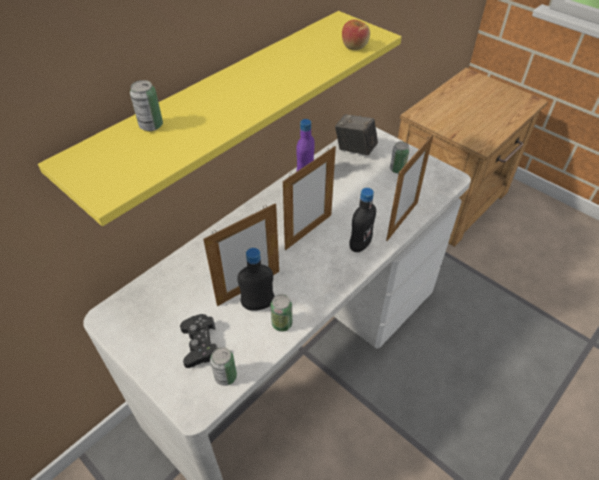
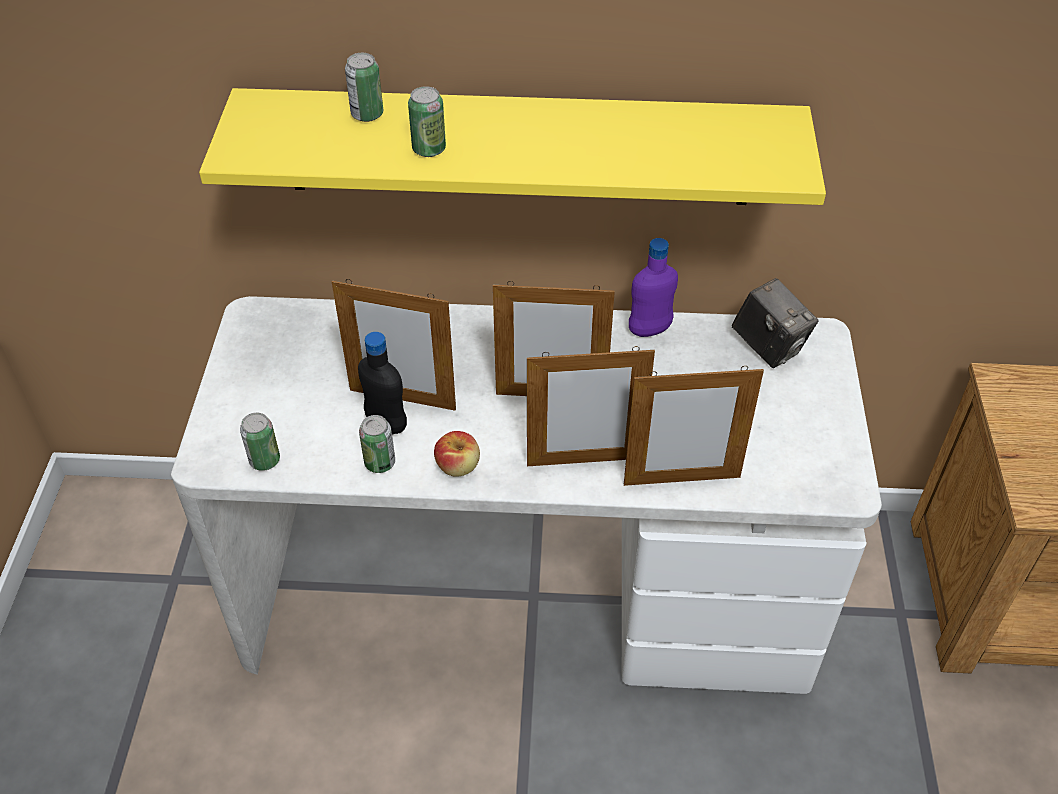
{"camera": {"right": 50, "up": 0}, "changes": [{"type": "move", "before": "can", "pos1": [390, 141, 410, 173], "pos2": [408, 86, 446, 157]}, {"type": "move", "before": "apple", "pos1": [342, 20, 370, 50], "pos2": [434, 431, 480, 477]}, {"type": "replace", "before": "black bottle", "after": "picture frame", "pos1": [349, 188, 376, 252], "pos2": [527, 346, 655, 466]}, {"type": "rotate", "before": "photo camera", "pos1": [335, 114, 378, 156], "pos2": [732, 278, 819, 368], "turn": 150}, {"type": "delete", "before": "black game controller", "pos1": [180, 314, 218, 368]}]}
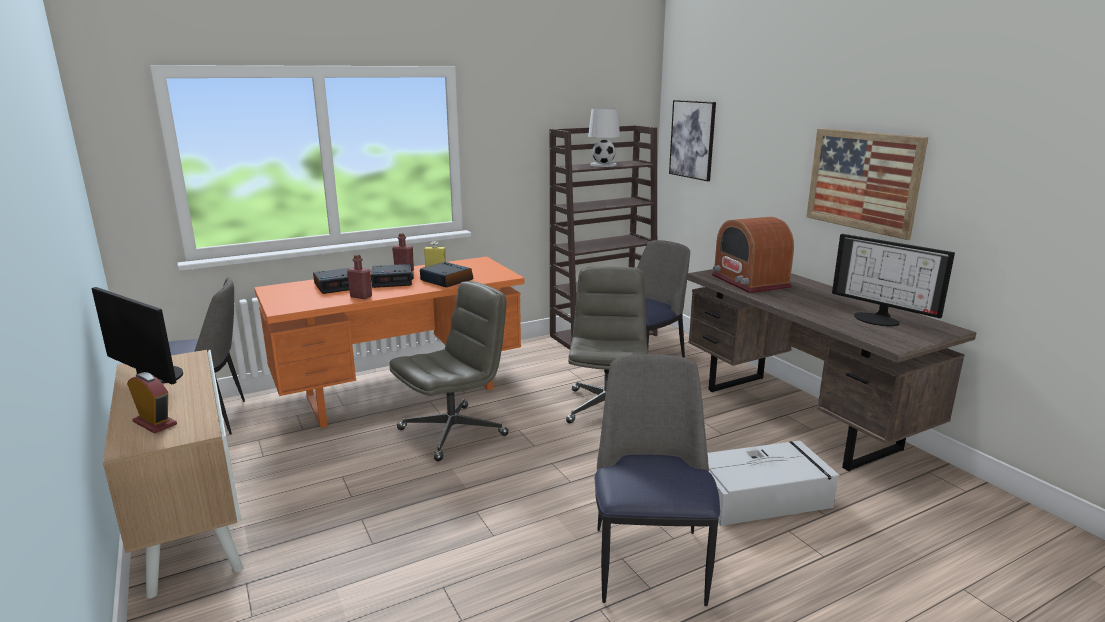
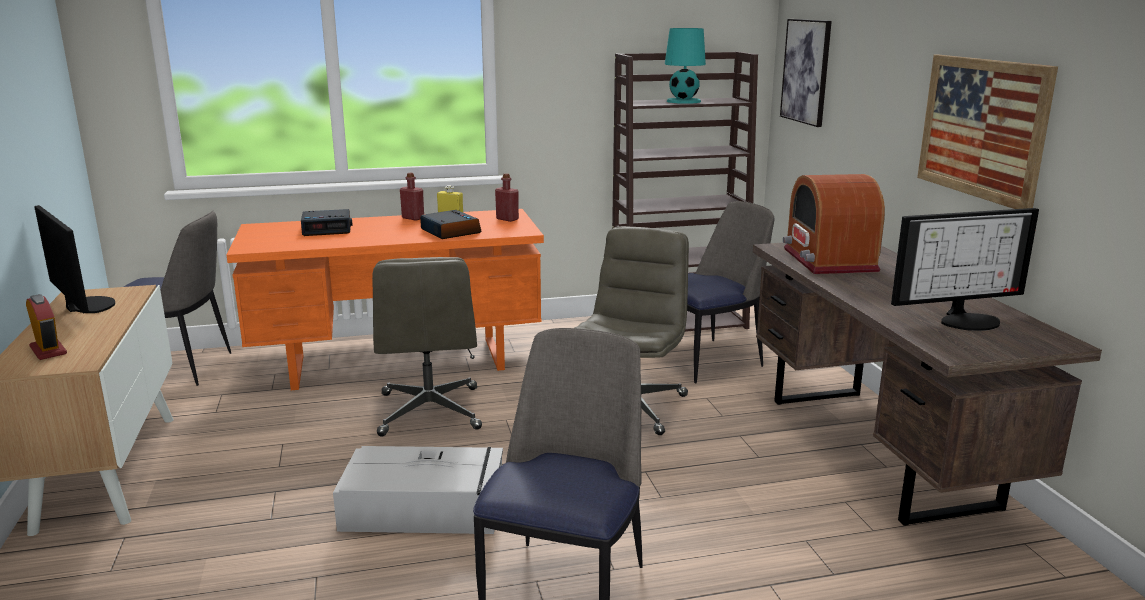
{"camera": {"right": 15, "up": 0}, "changes": [{"type": "move", "before": "grey storage box", "pos1": [707, 441, 840, 526], "pos2": [333, 446, 503, 534]}, {"type": "rotate", "before": "grey office chair", "pos1": [389, 281, 509, 461], "pos2": [372, 257, 482, 436], "turn": 105}, {"type": "move", "before": "red bottle", "pos1": [347, 254, 372, 299], "pos2": [495, 173, 519, 222]}, {"type": "recolor", "before": "white table lamp", "after": "turquoise table lamp", "pos1": [588, 108, 620, 167], "pos2": [665, 28, 706, 104]}, {"type": "rotate", "before": "monitor", "pos1": [832, 234, 955, 326], "pos2": [891, 208, 1039, 331], "turn": -75}, {"type": "delete", "before": "alarm clock", "pos1": [371, 264, 414, 288]}]}
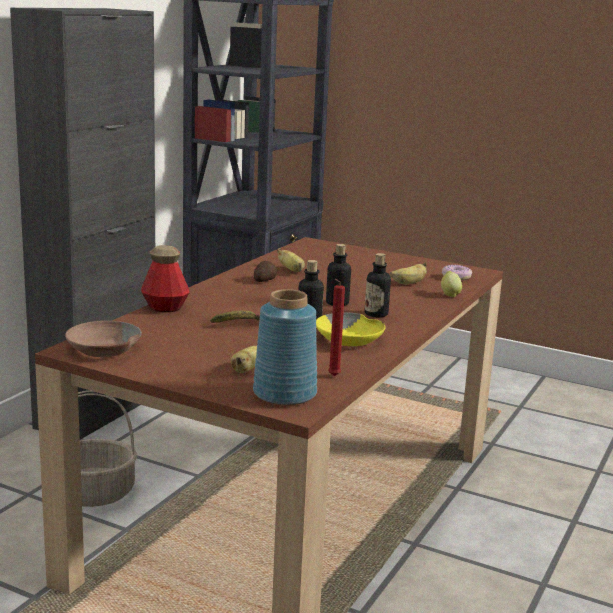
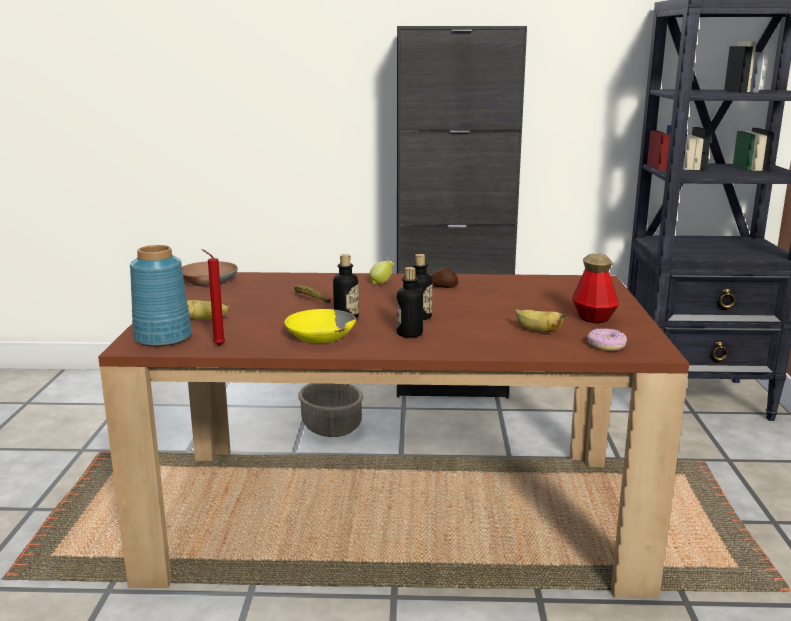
{"camera": {"right": 65, "up": 0}, "changes": [{"type": "move", "before": "lemon", "pos1": [441, 271, 462, 297], "pos2": [369, 261, 394, 284]}, {"type": "move", "before": "bottle", "pos1": [141, 245, 190, 312], "pos2": [572, 253, 619, 323]}, {"type": "delete", "before": "banana", "pos1": [277, 248, 305, 272]}]}
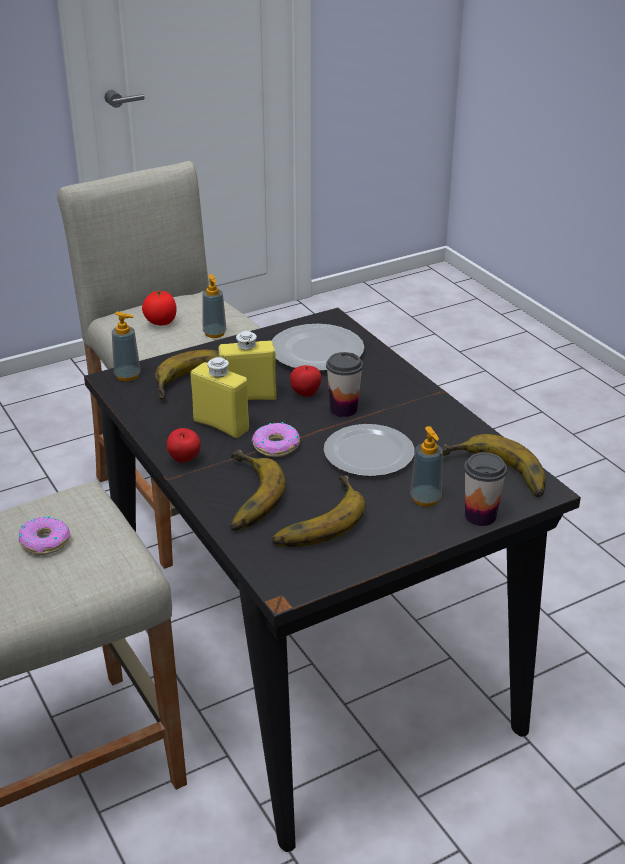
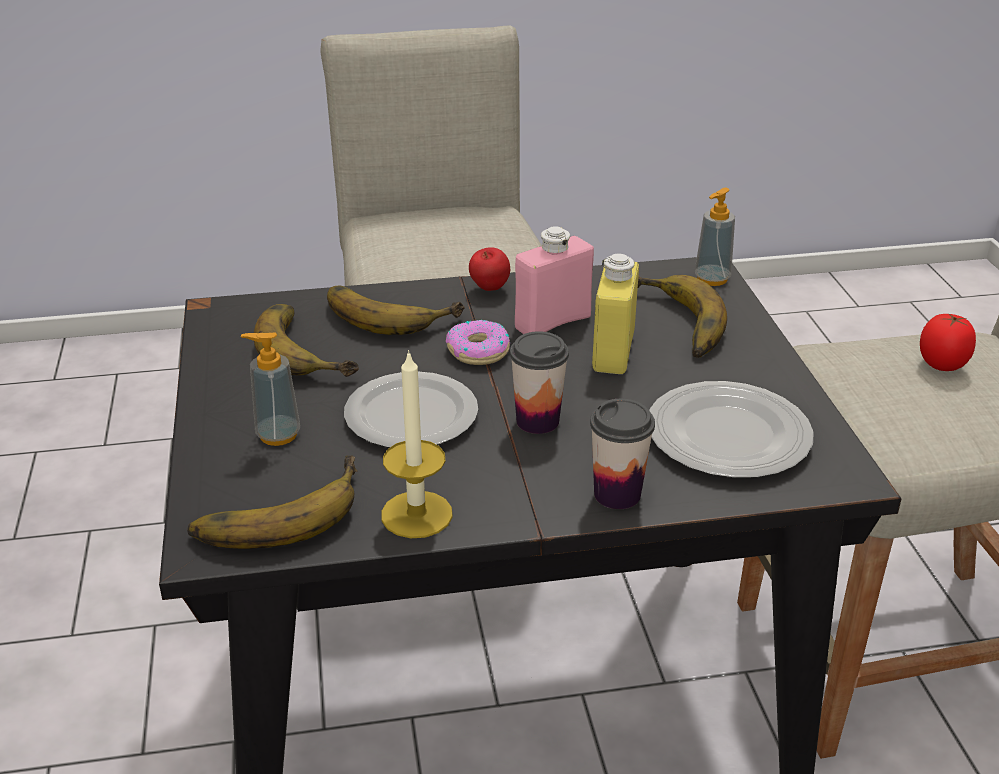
{"camera": {"right": 110, "up": 0}, "changes": [{"type": "insert", "after": "candle", "pos2": [381, 350, 453, 538]}, {"type": "recolor", "before": "yellow bottle", "after": "pink bottle", "pos1": [191, 357, 249, 438], "pos2": [515, 226, 594, 334]}, {"type": "move", "before": "cup", "pos1": [464, 452, 507, 526], "pos2": [590, 399, 655, 509]}, {"type": "delete", "before": "donut", "pos1": [19, 516, 70, 555]}, {"type": "delete", "before": "soap dispenser", "pos1": [202, 274, 227, 338]}, {"type": "delete", "before": "apple", "pos1": [290, 365, 321, 397]}]}
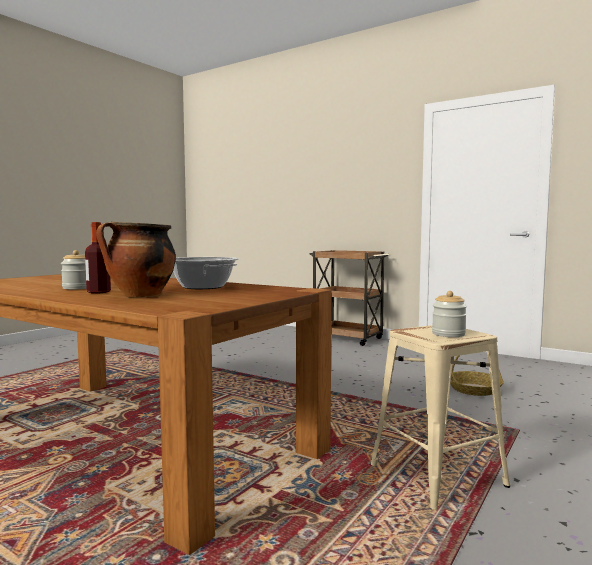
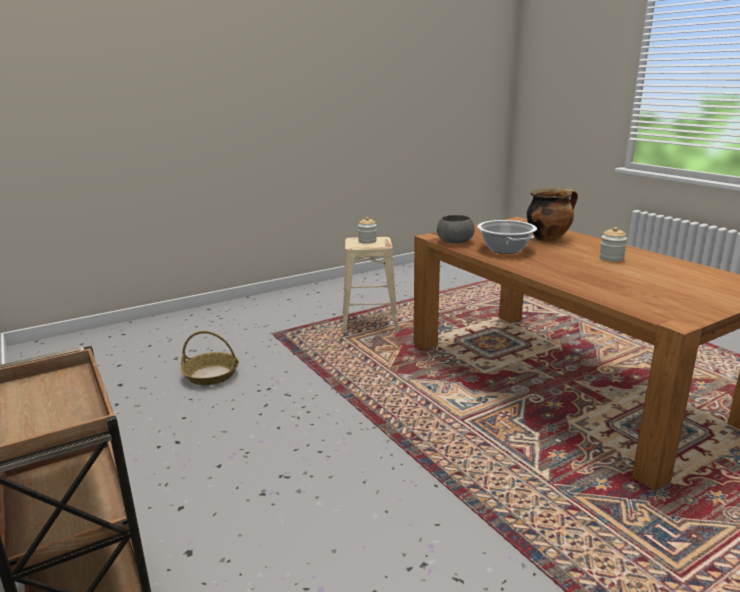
{"camera": {"right": -155, "up": 15}, "changes": [{"type": "insert", "after": "grey bowl", "pos2": [437, 215, 475, 244]}, {"type": "delete", "before": "bottle", "pos1": [85, 222, 111, 294]}]}
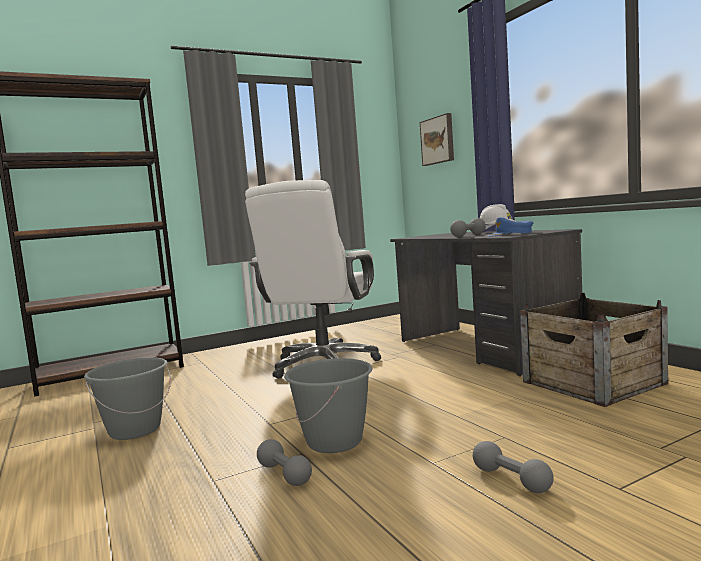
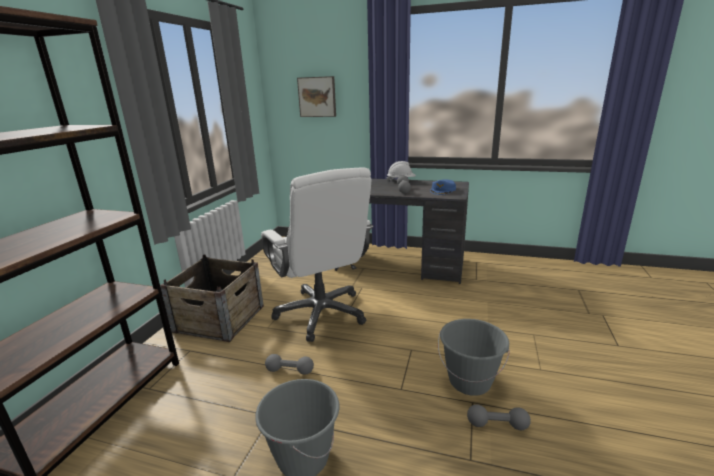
{"camera": {"right": -45, "up": 15}, "changes": [{"type": "move", "before": "crate", "pos1": [520, 293, 668, 407], "pos2": [160, 255, 264, 342]}, {"type": "move", "before": "grey dumbbell", "pos1": [473, 441, 554, 493], "pos2": [265, 354, 314, 375]}]}
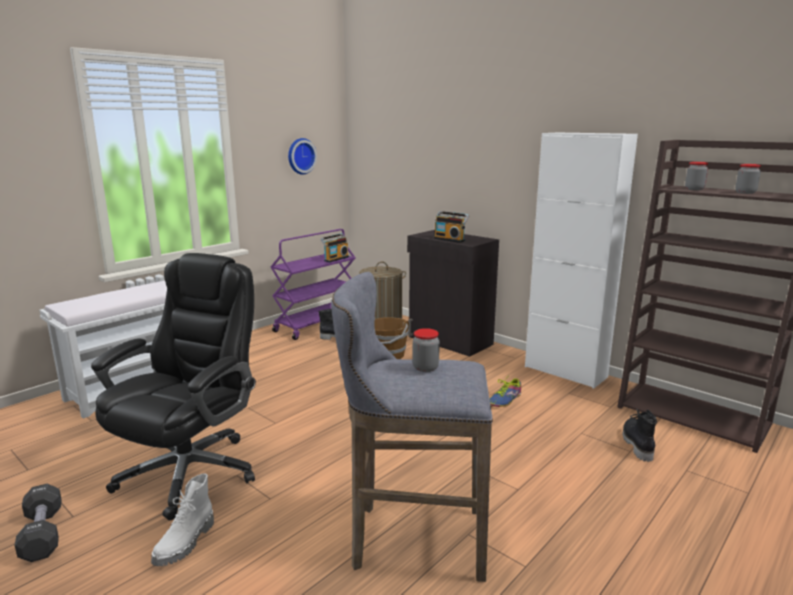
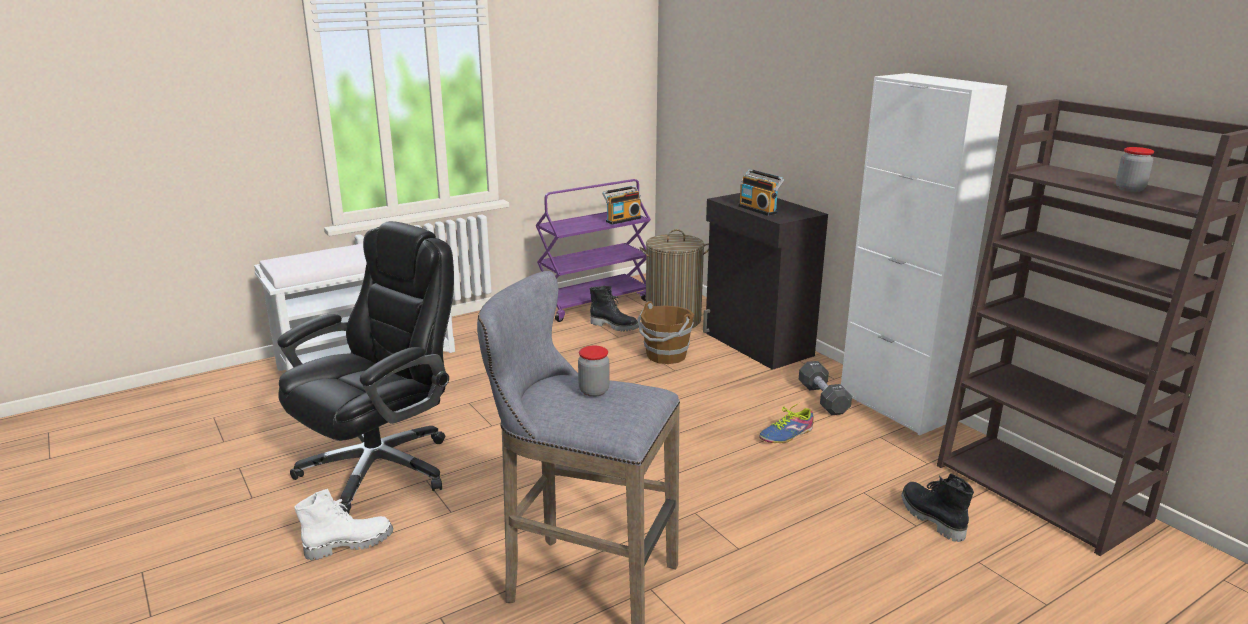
{"camera": {"right": 15, "up": 5}, "changes": [{"type": "rotate", "before": "white boot", "pos1": [151, 473, 214, 566], "pos2": [295, 489, 393, 560], "turn": -150}, {"type": "move", "before": "black dumbbell", "pos1": [15, 484, 62, 562], "pos2": [799, 361, 852, 415]}, {"type": "rotate", "before": "black boot", "pos1": [623, 409, 657, 462], "pos2": [901, 473, 974, 542], "turn": -45}, {"type": "delete", "before": "wall clock", "pos1": [288, 138, 317, 175]}, {"type": "delete", "before": "jar", "pos1": [685, 162, 708, 190]}]}
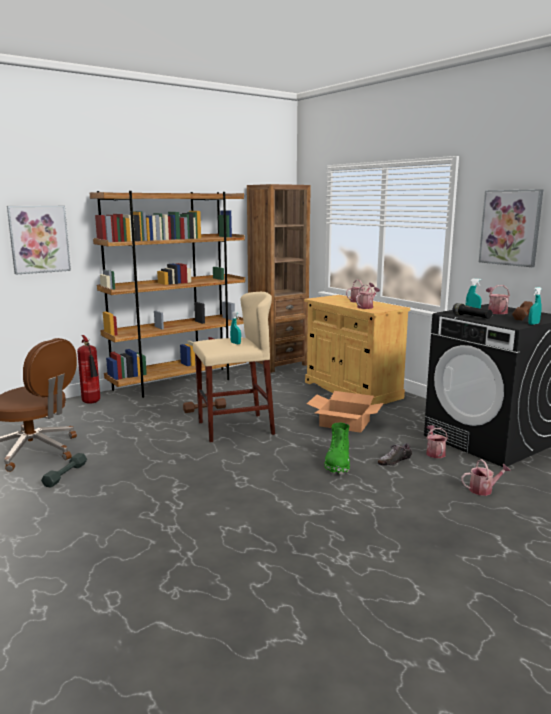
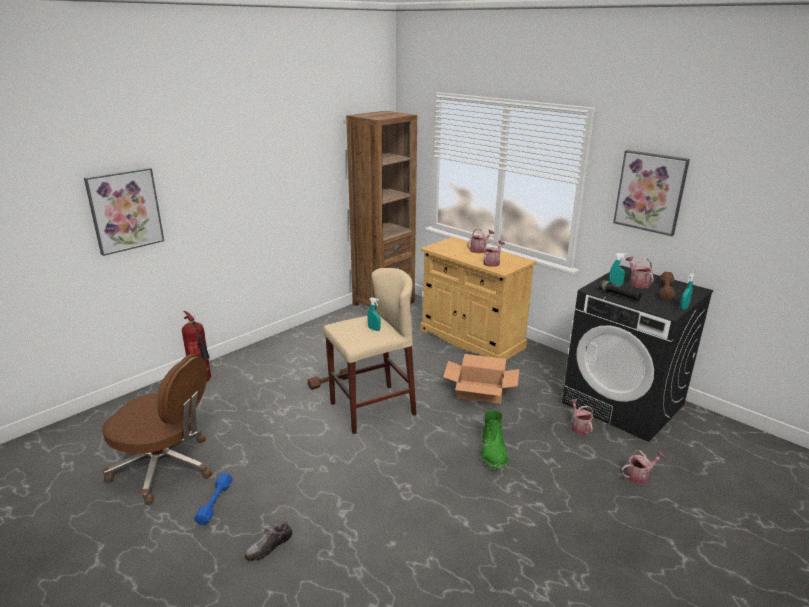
{"camera": {"right": -10, "up": 10}, "changes": [{"type": "recolor", "before": "grey dumbbell", "after": "blue dumbbell", "pos1": [41, 453, 87, 487], "pos2": [194, 473, 233, 525]}, {"type": "move", "before": "shoe", "pos1": [378, 443, 412, 466], "pos2": [245, 521, 292, 561]}, {"type": "delete", "before": "brown bookcase", "pos1": [90, 191, 246, 398]}]}
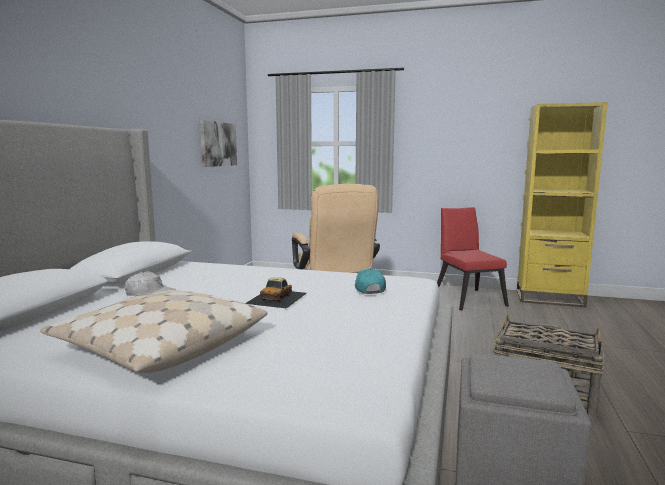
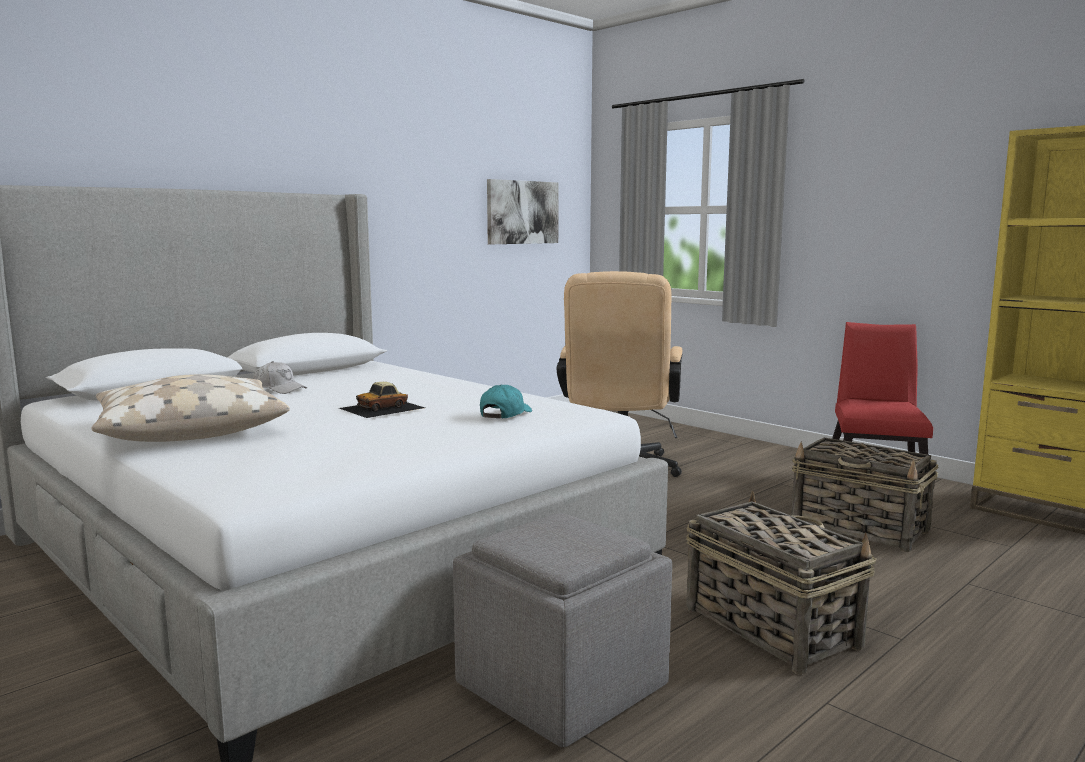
{"camera": {"right": 30, "up": 0}, "changes": [{"type": "insert", "after": "basket", "pos2": [792, 438, 939, 552]}]}
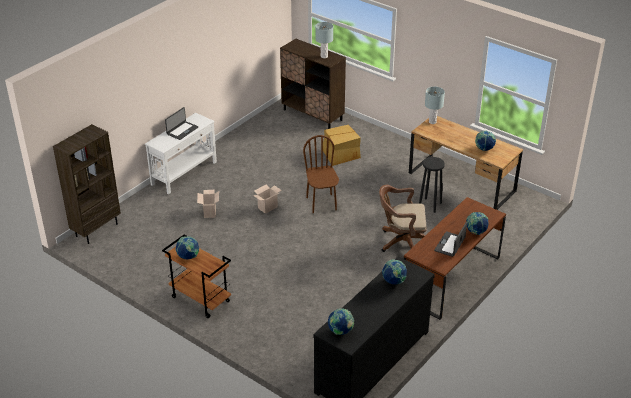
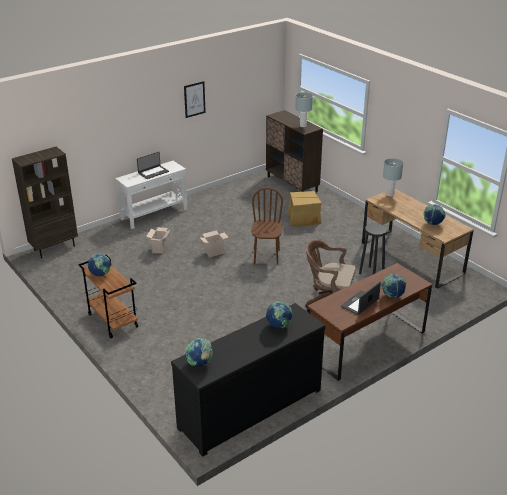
{"camera": {"right": 15, "up": -5}, "changes": [{"type": "insert", "after": "picture", "pos2": [184, 81, 206, 118]}]}
